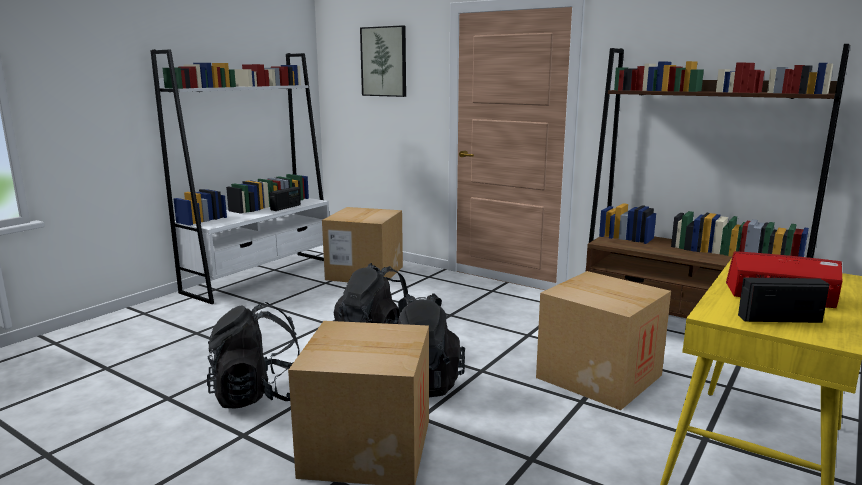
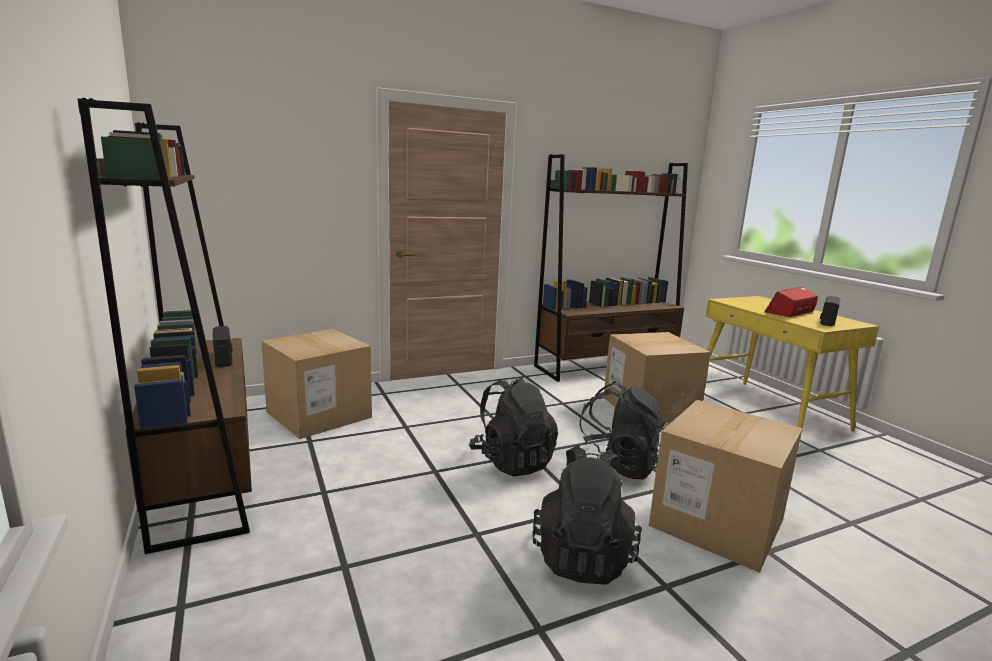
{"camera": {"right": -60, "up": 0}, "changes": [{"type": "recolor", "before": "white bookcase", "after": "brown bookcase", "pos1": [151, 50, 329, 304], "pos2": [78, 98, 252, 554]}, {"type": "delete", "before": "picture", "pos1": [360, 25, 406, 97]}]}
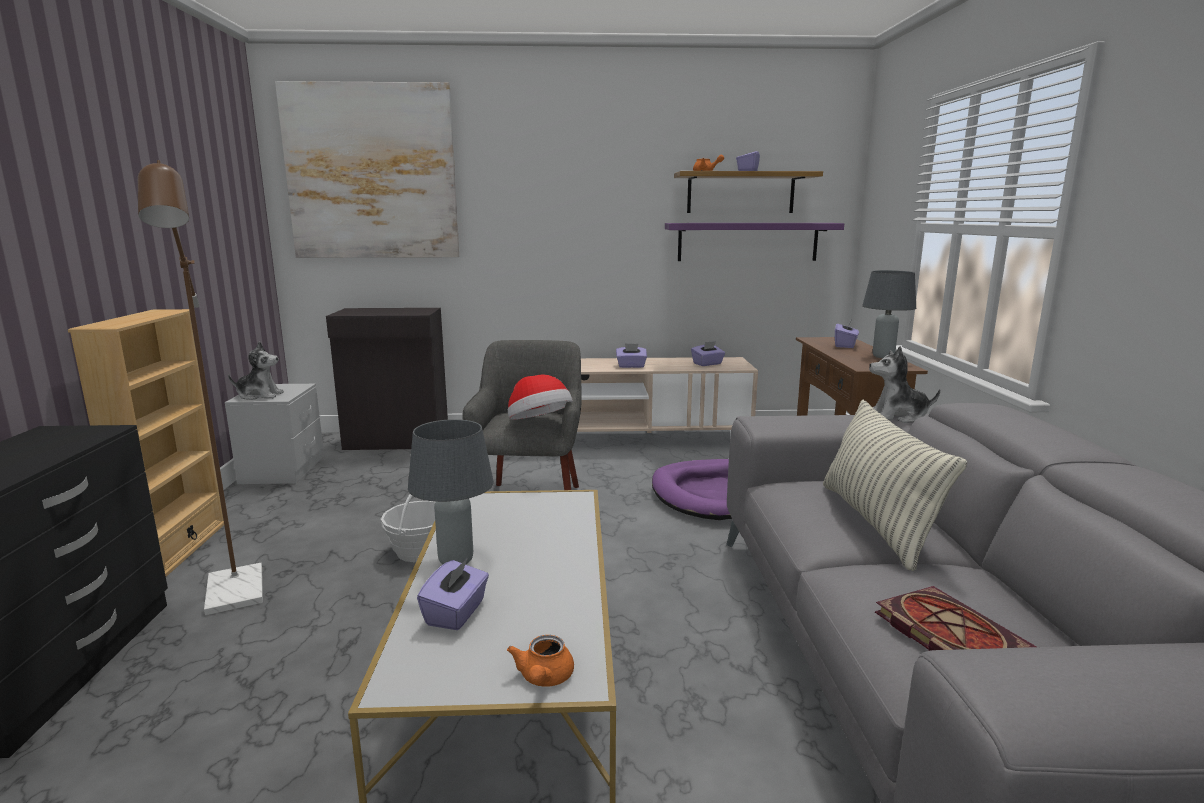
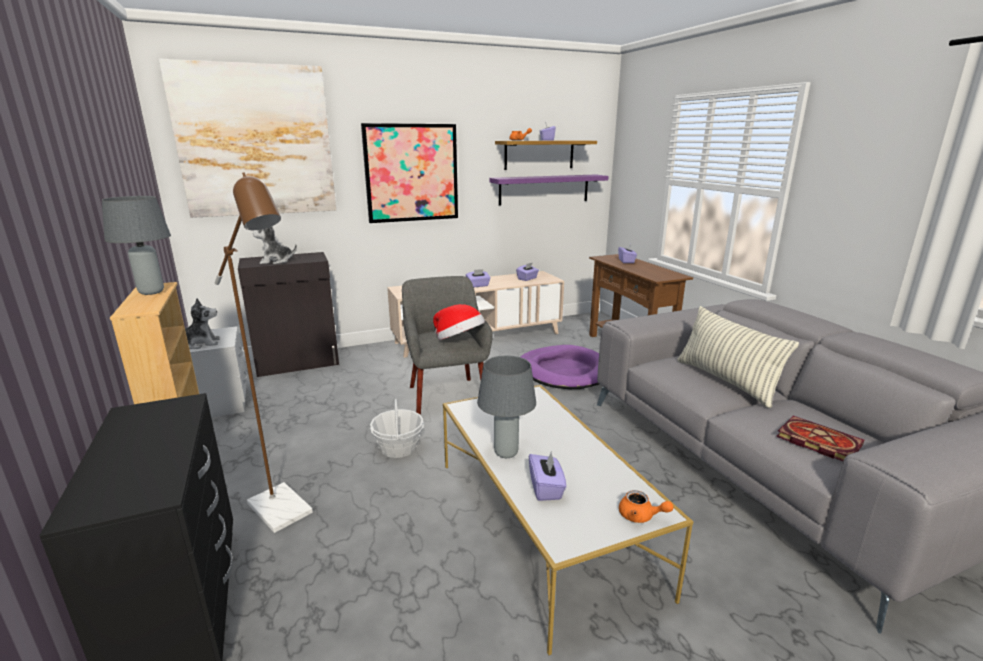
{"camera": {"right": -20, "up": 5}, "changes": [{"type": "move", "before": "grey table lamp", "pos1": [862, 270, 916, 358], "pos2": [102, 196, 171, 295]}, {"type": "move", "before": "plush toy", "pos1": [869, 346, 940, 423], "pos2": [253, 226, 297, 264]}, {"type": "insert", "after": "picture", "pos2": [361, 123, 458, 223]}, {"type": "rotate", "before": "orange teapot", "pos1": [507, 635, 574, 687], "pos2": [619, 490, 674, 523], "turn": -45}]}
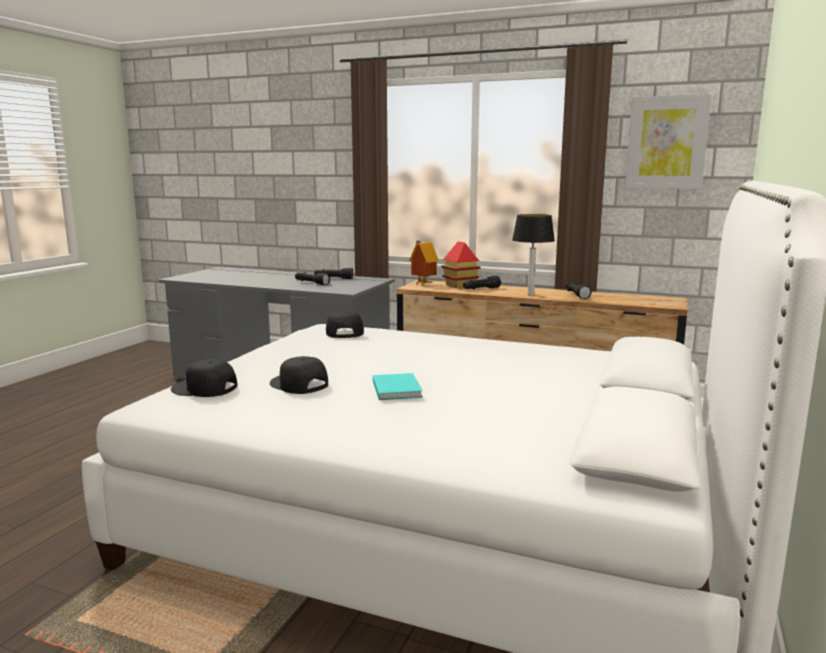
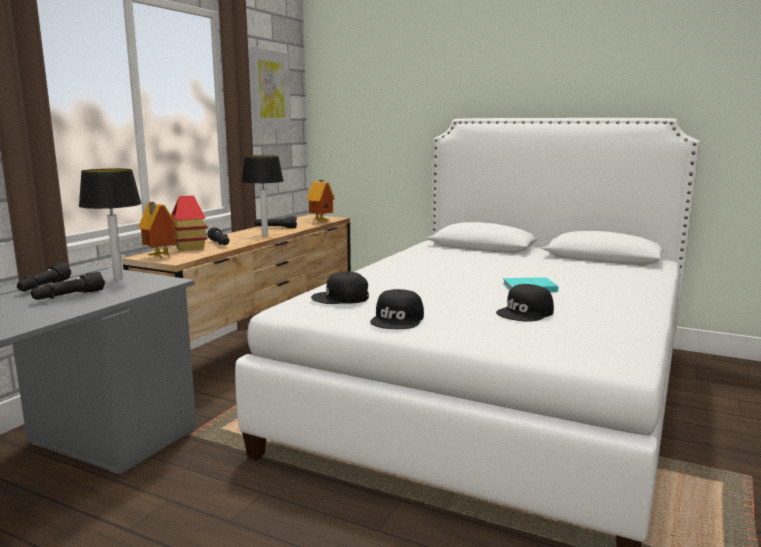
{"camera": {"right": -85, "up": 0}, "changes": [{"type": "insert", "after": "table lamp", "pos2": [79, 169, 142, 280]}, {"type": "insert", "after": "toy house", "pos2": [307, 180, 335, 222]}, {"type": "move", "before": "black cap", "pos1": [171, 359, 238, 397], "pos2": [370, 289, 424, 329]}]}
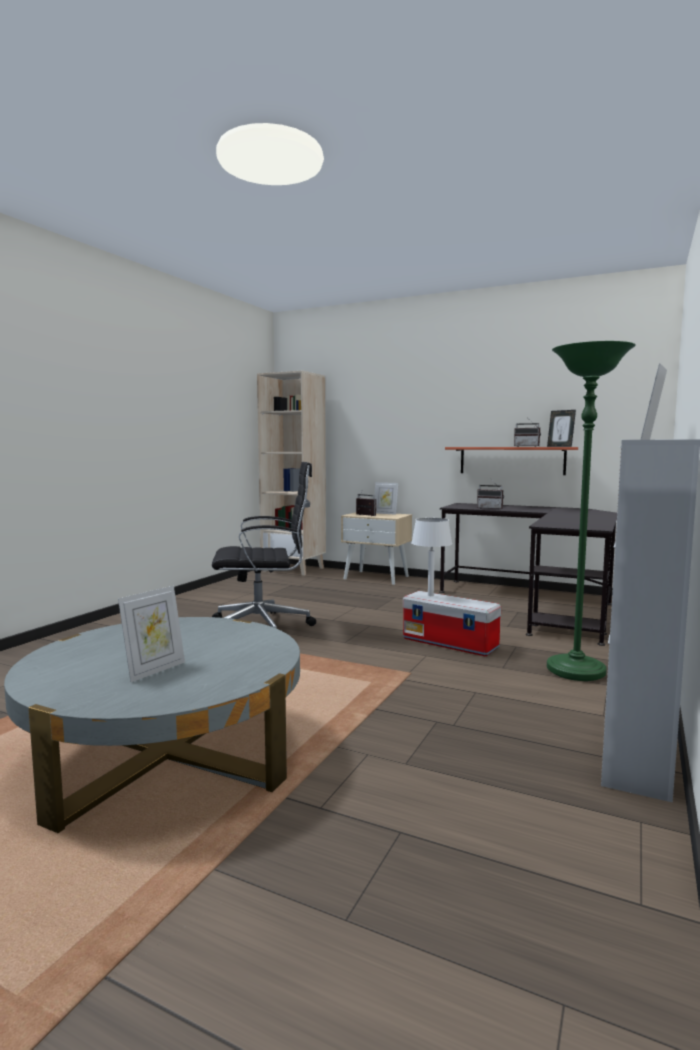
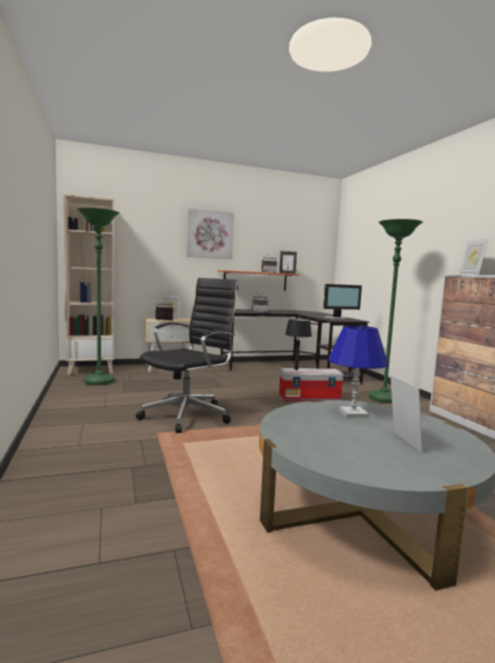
{"camera": {"right": -45, "up": 0}, "changes": [{"type": "insert", "after": "green floor lamp", "pos2": [77, 208, 119, 385]}, {"type": "insert", "after": "picture", "pos2": [187, 208, 234, 259]}, {"type": "recolor", "before": "white table lamp", "after": "black table lamp", "pos1": [411, 518, 452, 596], "pos2": [285, 318, 312, 370]}, {"type": "insert", "after": "monitor", "pos2": [323, 284, 362, 320]}, {"type": "insert", "after": "blue table lamp", "pos2": [329, 325, 388, 418]}]}
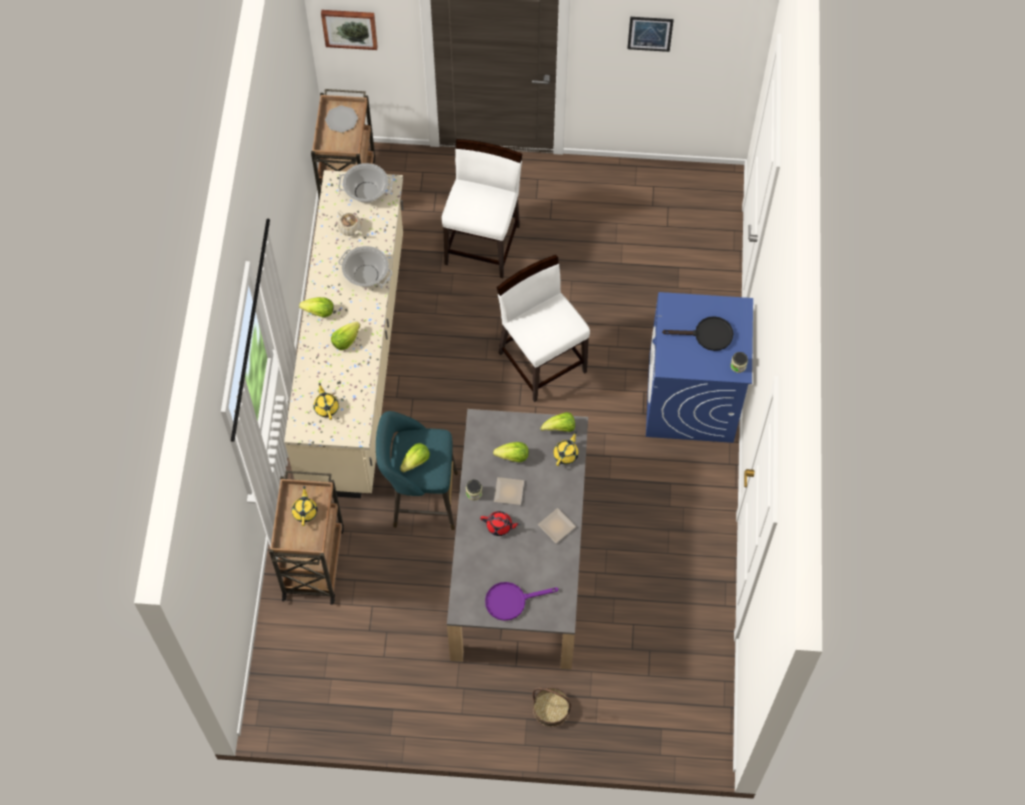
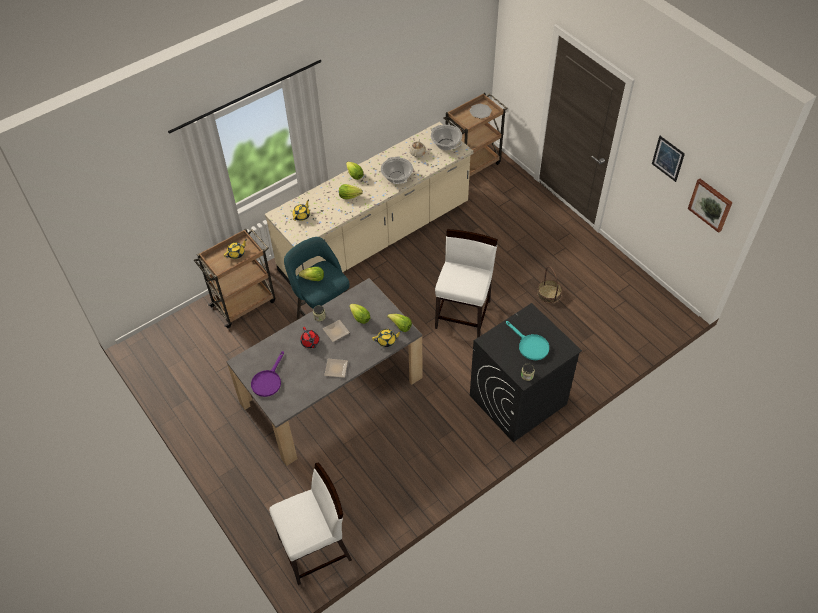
{"camera": {"right": 50, "up": -10}, "changes": [{"type": "rotate", "before": "purple frying pan", "pos1": [485, 582, 559, 621], "pos2": [251, 351, 284, 397], "turn": -105}, {"type": "move", "before": "white chair", "pos1": [442, 139, 522, 278], "pos2": [269, 462, 352, 585]}, {"type": "recolor", "before": "blue washing machine", "after": "black washing machine", "pos1": [646, 292, 753, 443], "pos2": [470, 303, 582, 442]}, {"type": "recolor", "before": "black frying pan", "after": "turquoise frying pan", "pos1": [662, 316, 734, 351], "pos2": [506, 321, 549, 360]}, {"type": "move", "before": "basket", "pos1": [533, 687, 571, 727], "pos2": [537, 266, 562, 304]}, {"type": "move", "before": "picture", "pos1": [321, 10, 377, 50], "pos2": [688, 179, 733, 233]}]}
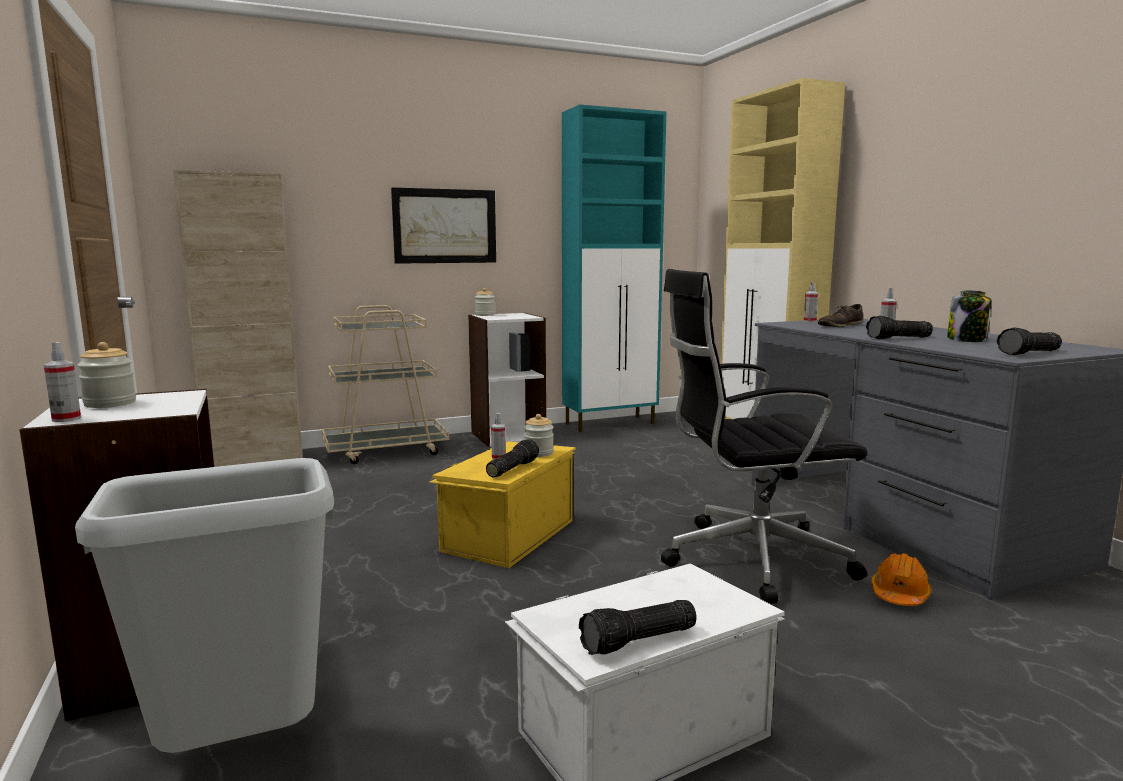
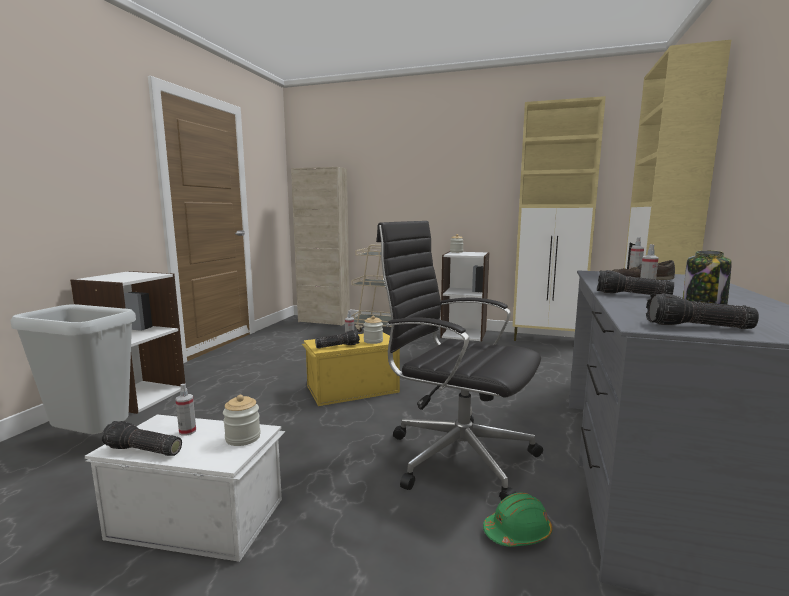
{"camera": {"right": 40, "up": 0}, "changes": [{"type": "move", "before": "spray bottle", "pos1": [44, 342, 81, 422], "pos2": [176, 384, 196, 436]}, {"type": "move", "before": "jar", "pos1": [77, 342, 136, 408], "pos2": [223, 395, 261, 446]}, {"type": "recolor", "before": "orange hard hat", "after": "green hard hat", "pos1": [871, 553, 932, 606], "pos2": [483, 492, 552, 547]}, {"type": "recolor", "before": "turquoise cabinet", "after": "beige cabinet", "pos1": [562, 104, 666, 432], "pos2": [513, 96, 606, 341]}, {"type": "delete", "before": "picture", "pos1": [391, 187, 496, 264]}]}
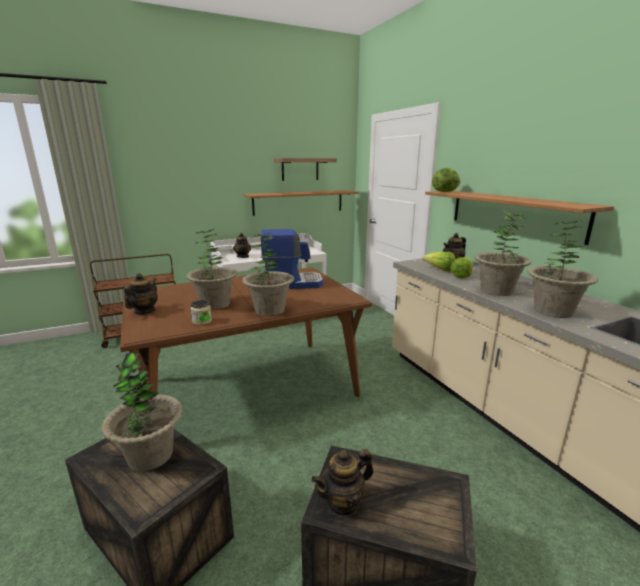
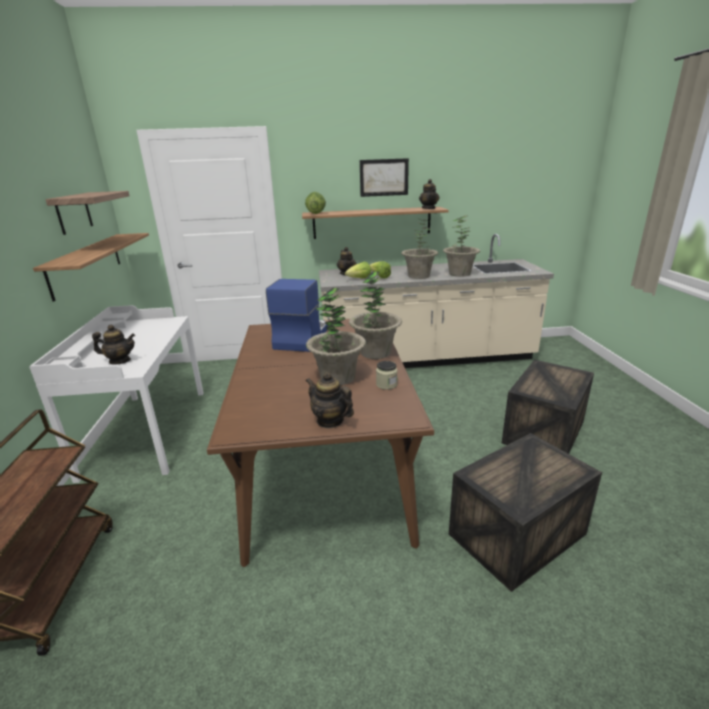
{"camera": {"right": -70, "up": 5}, "changes": [{"type": "insert", "after": "picture", "pos2": [360, 158, 409, 197]}, {"type": "move", "before": "teapot", "pos1": [311, 449, 373, 517], "pos2": [419, 179, 439, 209]}, {"type": "delete", "before": "potted plant", "pos1": [101, 353, 183, 471]}]}
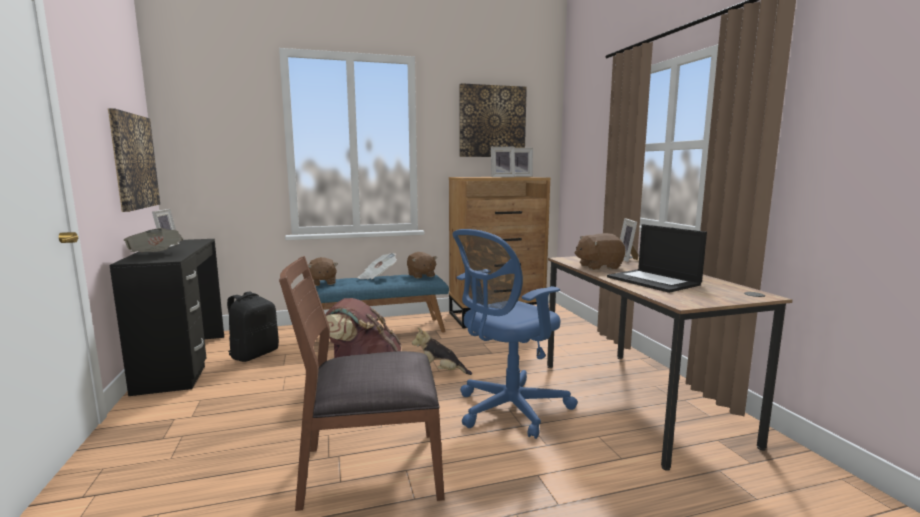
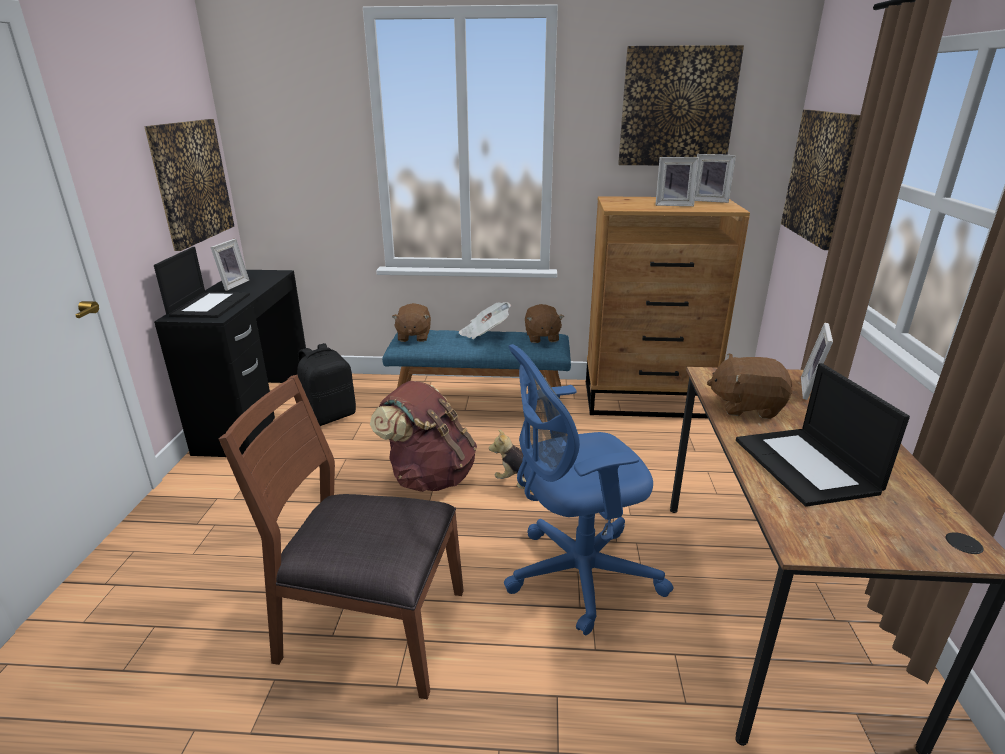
{"camera": {"right": 20, "up": 15}, "changes": [{"type": "replace", "before": "newspaper", "after": "laptop", "pos1": [124, 228, 183, 252], "pos2": [154, 247, 250, 318]}, {"type": "insert", "after": "picture", "pos2": [781, 110, 860, 250]}]}
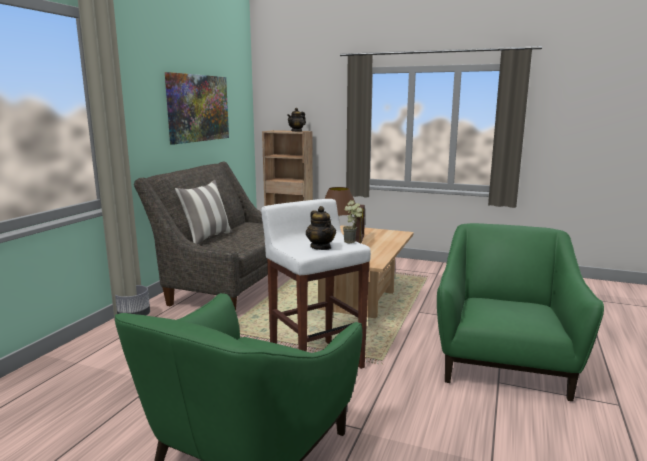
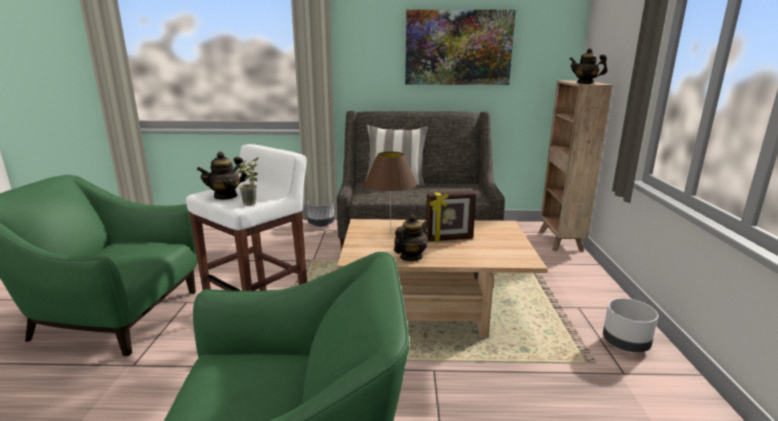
{"camera": {"right": 70, "up": 5}, "changes": [{"type": "insert", "after": "teapot", "pos2": [394, 214, 429, 261]}, {"type": "insert", "after": "grey planter", "pos2": [603, 298, 658, 352]}]}
